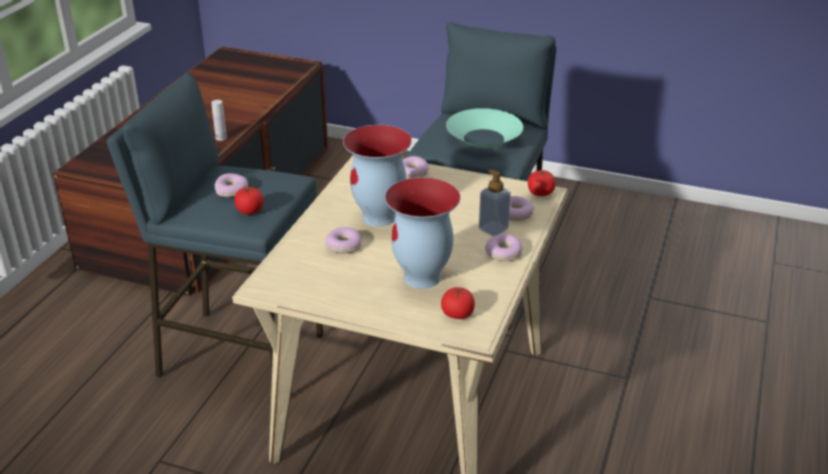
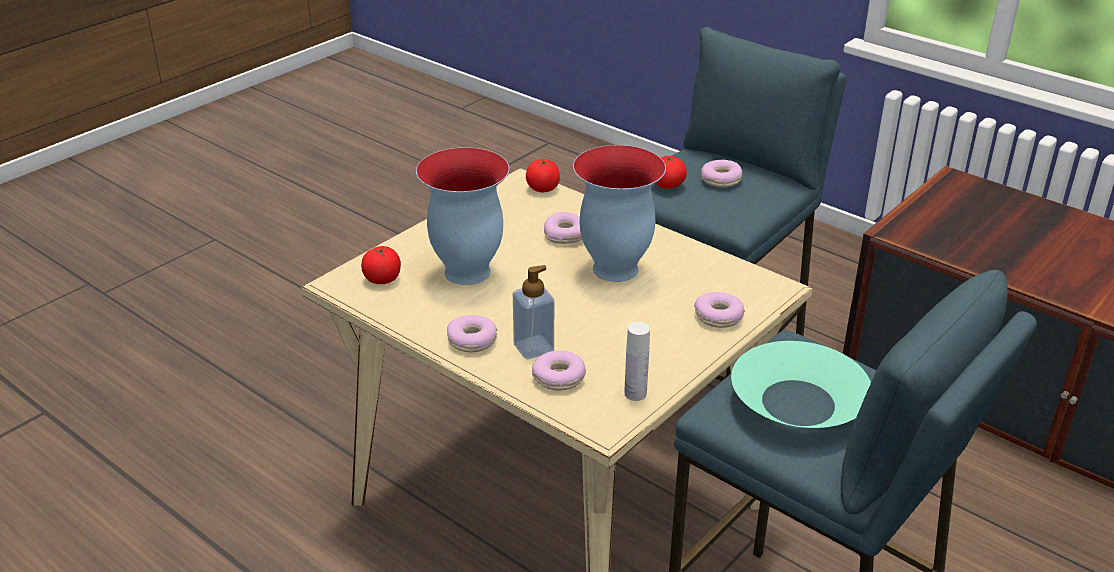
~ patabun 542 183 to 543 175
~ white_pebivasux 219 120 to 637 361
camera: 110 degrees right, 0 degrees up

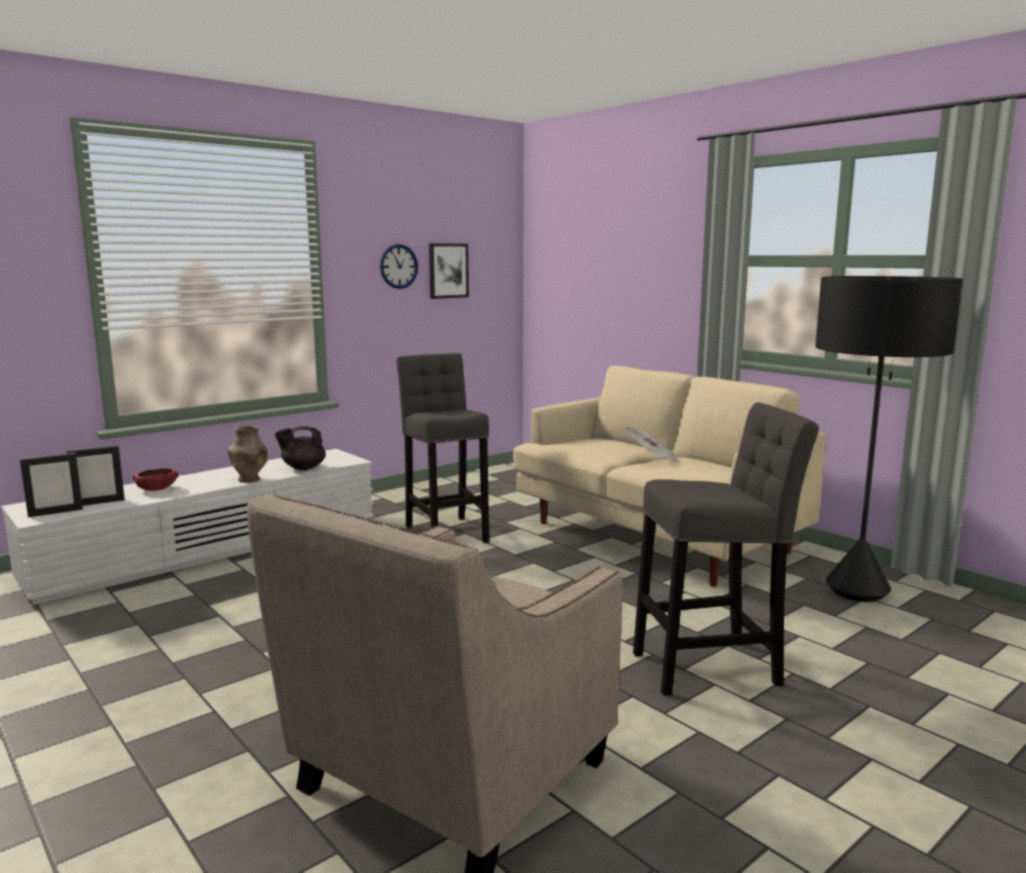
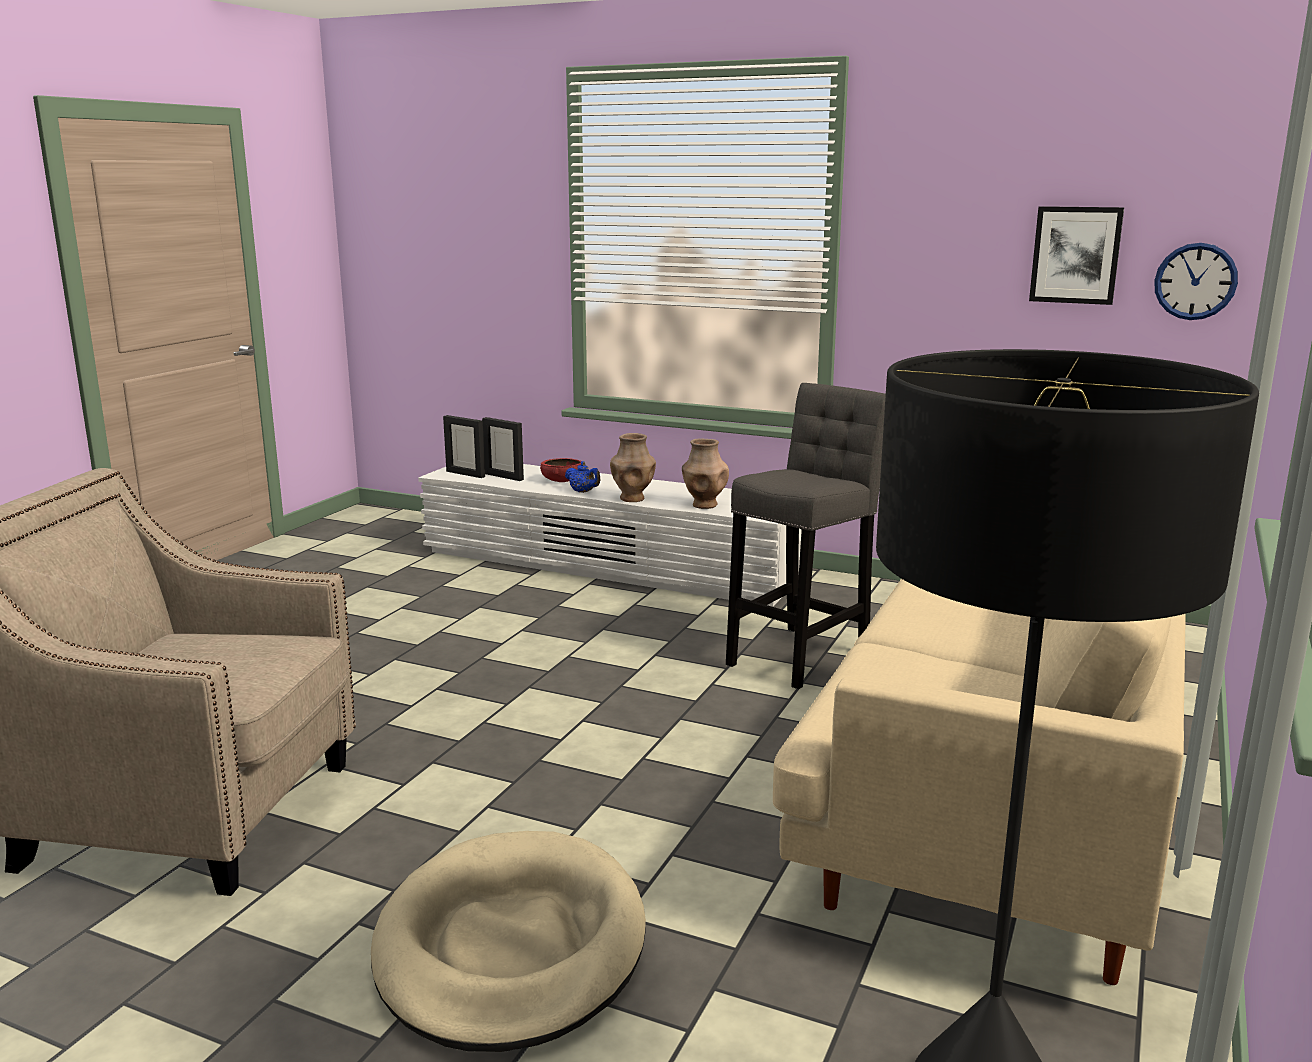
~ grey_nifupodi 726 549 to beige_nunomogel 508 941
+ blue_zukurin 582 477
~ black_zukurin 300 448 to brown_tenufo 705 474
~ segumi 399 266 to 1196 281
- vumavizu 653 445
camera: 65 degrees right, 5 degrees up

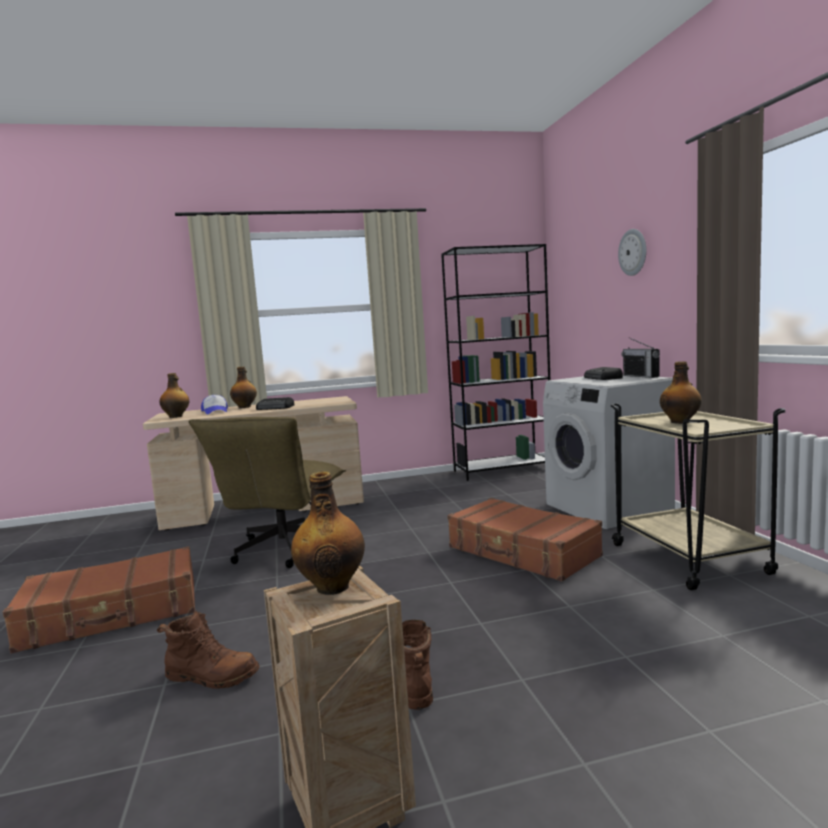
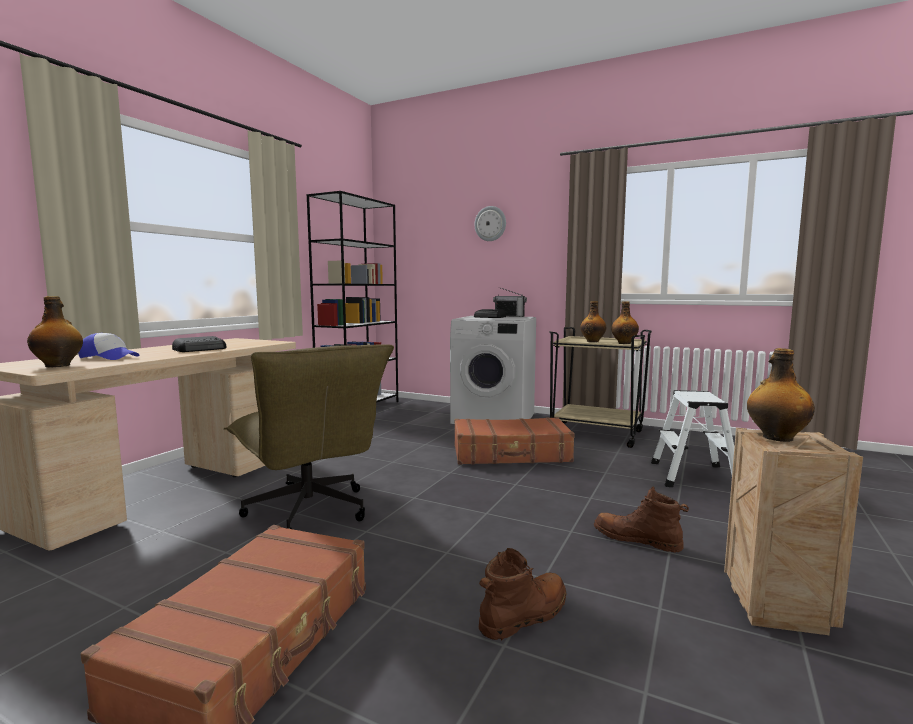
~ pebivasux 243 387 to 625 322
+ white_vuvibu 692 438
camera: 50 degrees left, 0 degrees up

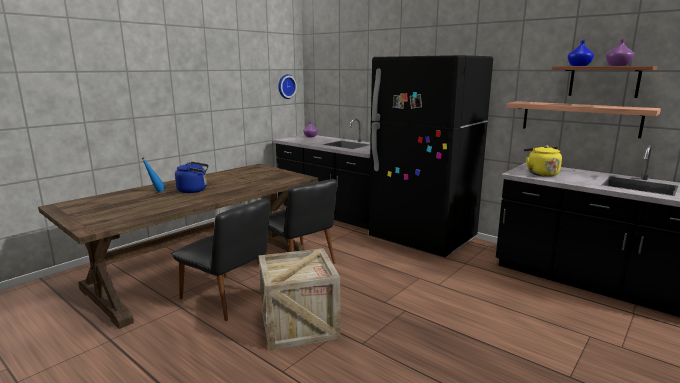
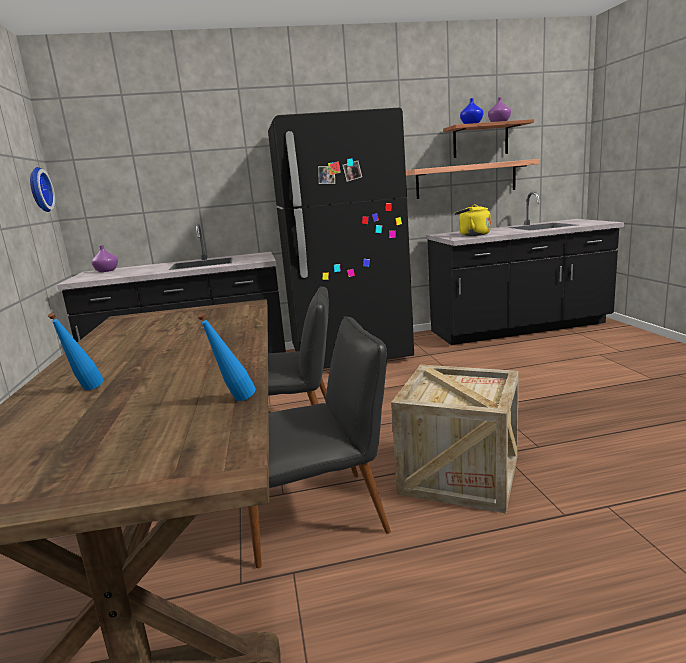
+ blue_pebivasux 226 357
- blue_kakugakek 192 177
camera: 50 degrees left, 0 degrees up

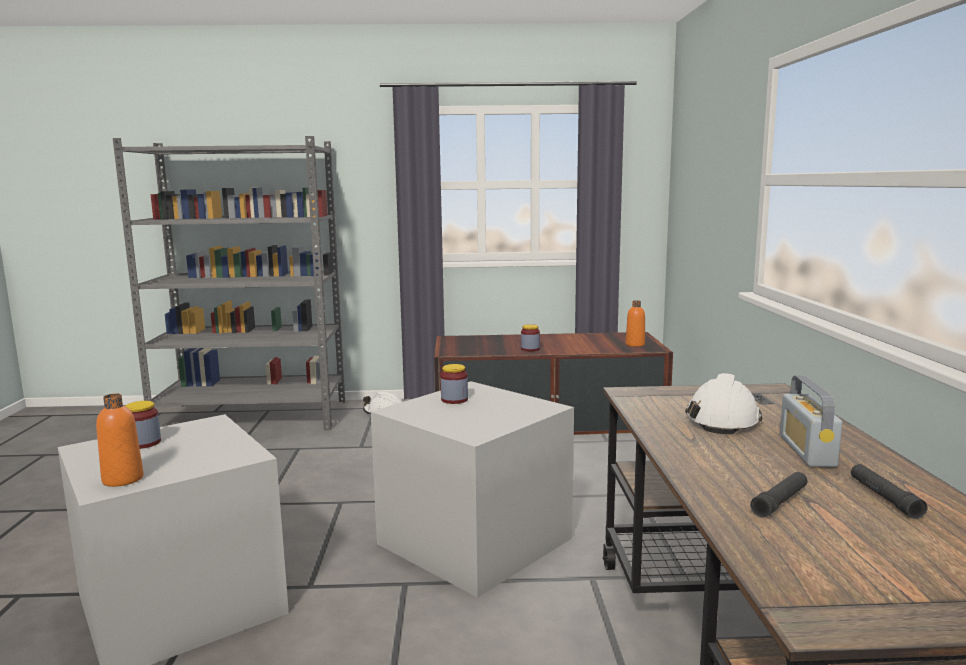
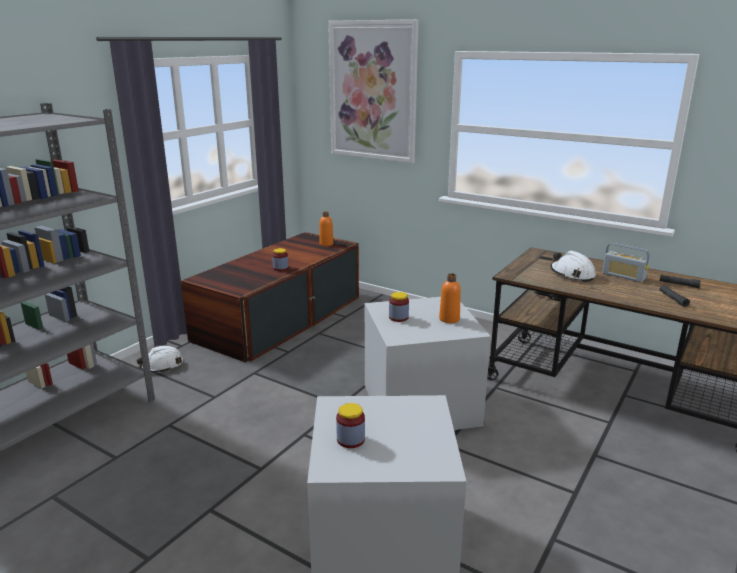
+ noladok 373 91
~ orange_pebivasux 120 440 to 450 298
camera: 55 degrees left, 10 degrees up

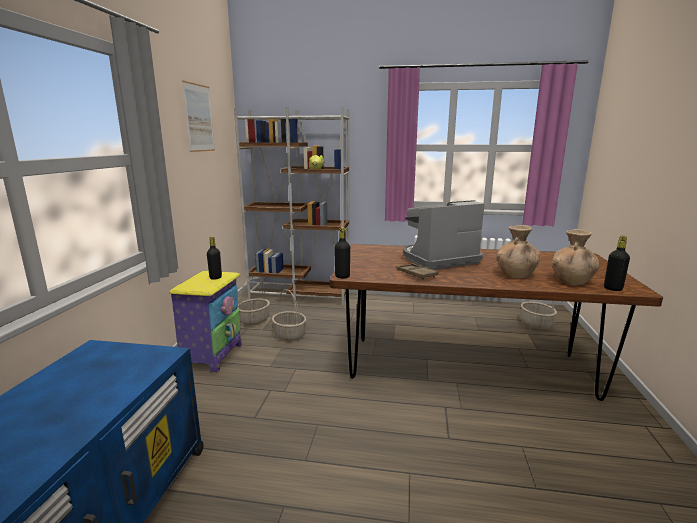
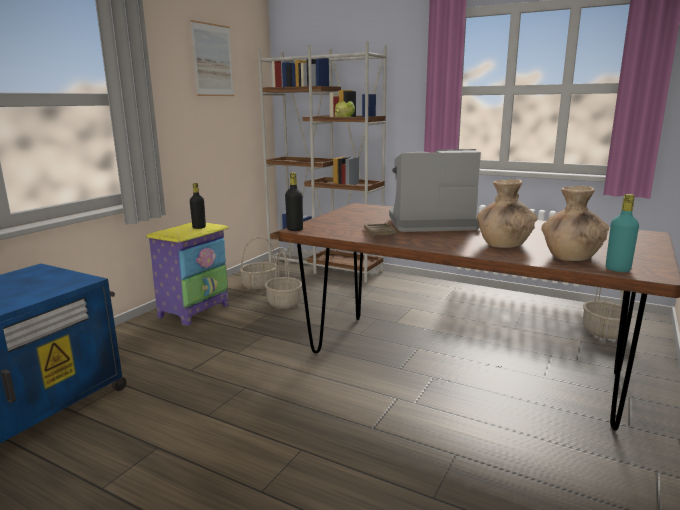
~ black_pebivasux 617 263 to turquoise_pebivasux 622 233
camera: 20 degrees right, 0 degrees up

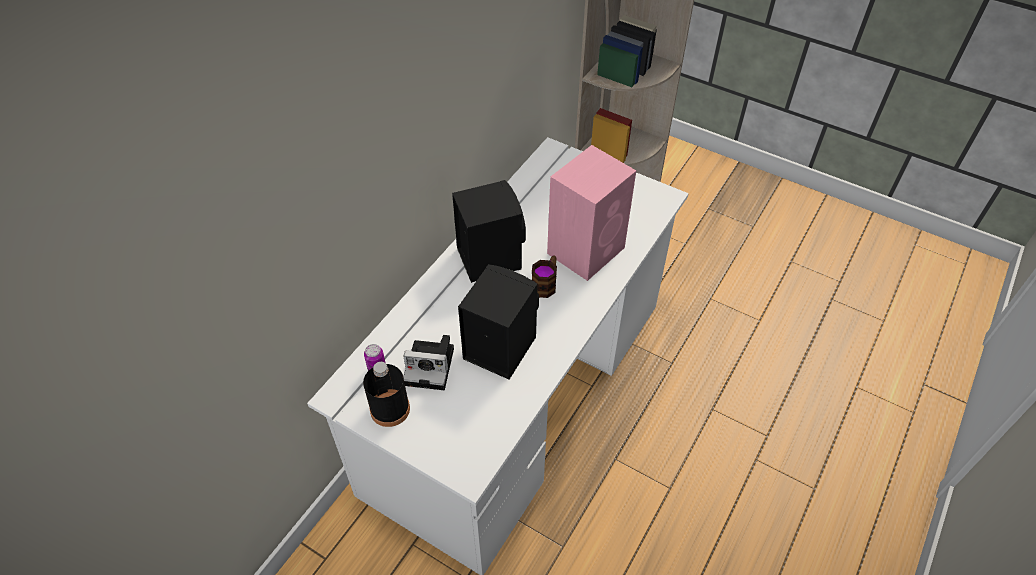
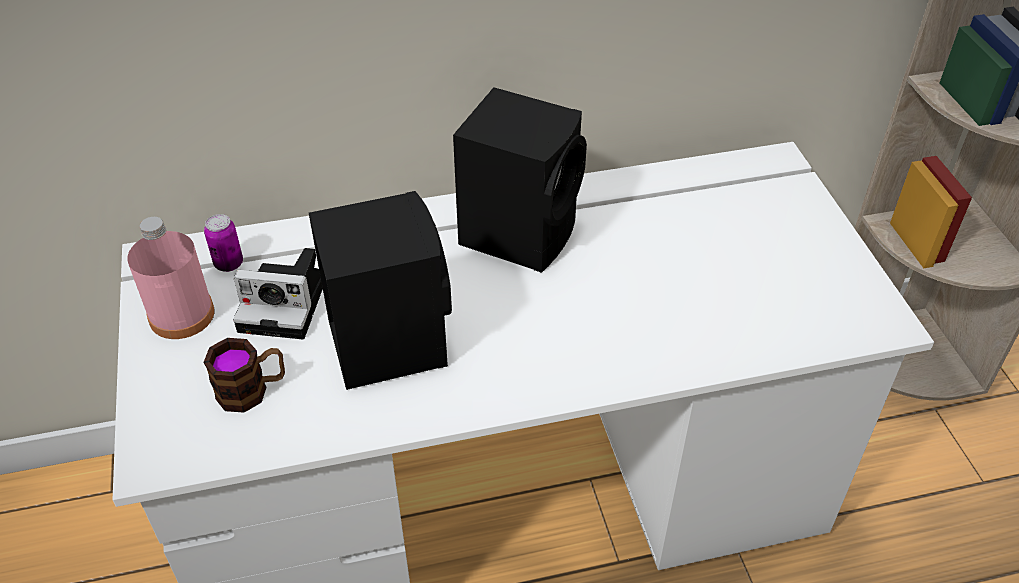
~ black_pebivasux 386 394 to pink_pebivasux 171 278
~ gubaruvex 544 276 to 244 375
~ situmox 428 362 = 278 293 45 degrees counterclockwise
- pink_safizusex 591 213
camera: 45 degrees right, 5 degrees down

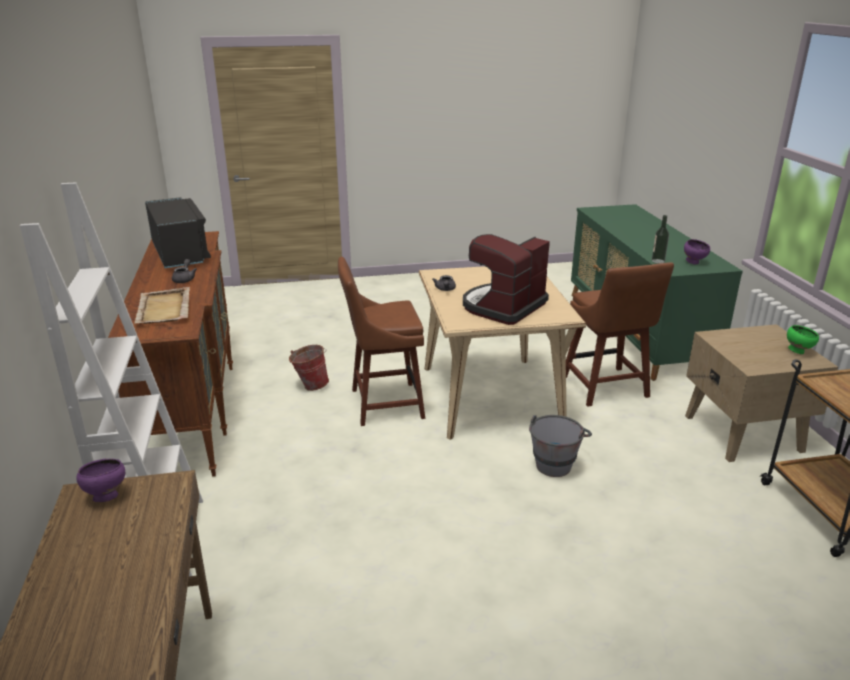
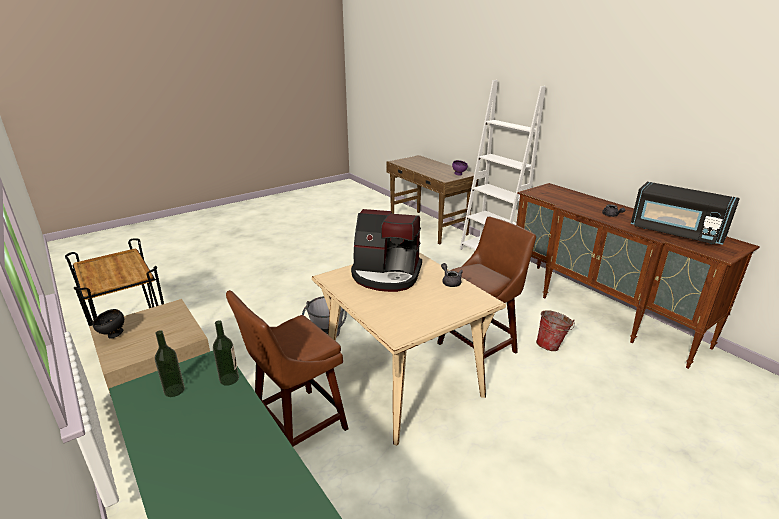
~ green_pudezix 803 339 to black_pudezix 108 324
~ purple_pudezix 697 251 to pebivasux 170 363
~ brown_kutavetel 620 334 = 287 368 90 degrees counterclockwise
~ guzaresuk 506 279 = 386 250 90 degrees clockwise
- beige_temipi 162 305
camera: 155 degrees right, 0 degrees up

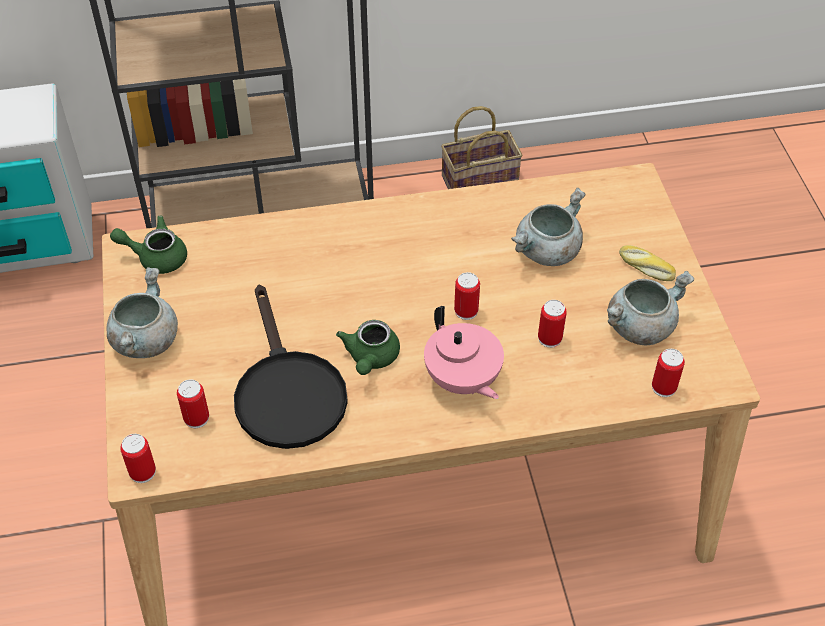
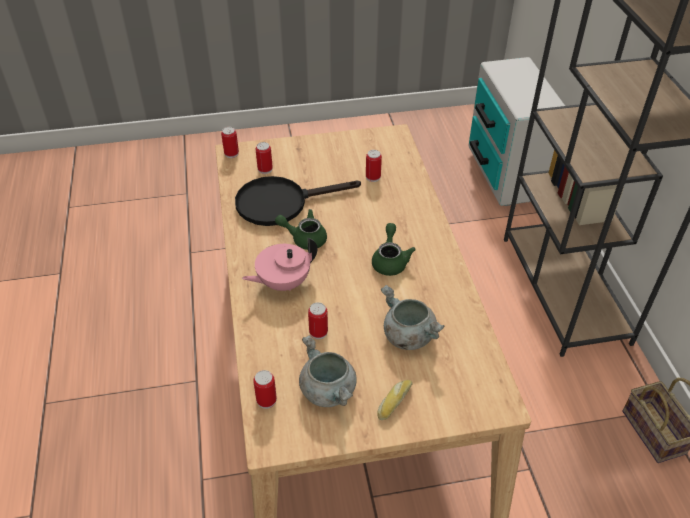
~ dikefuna 467 296 to 374 166
~ green_zukurin 148 245 to 394 249
- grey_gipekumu 142 312
camera: 90 degrees right, 5 degrees down

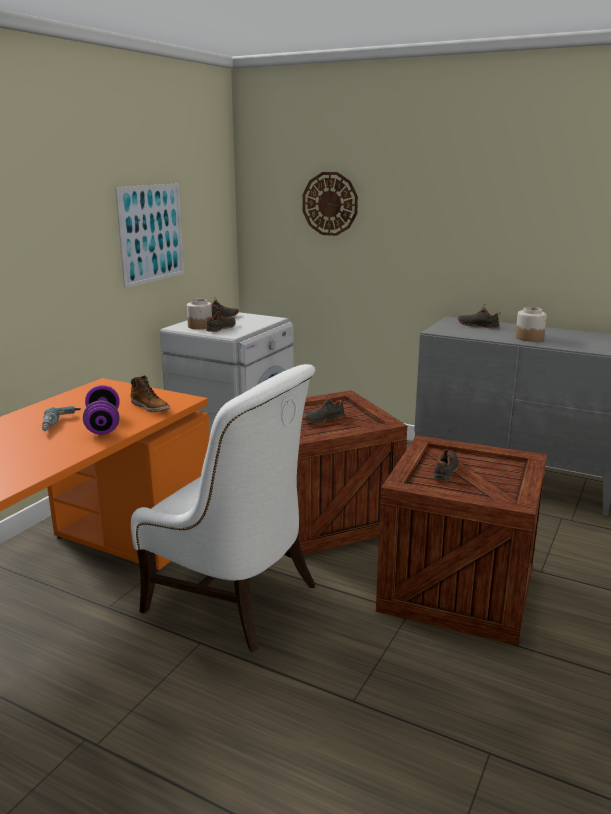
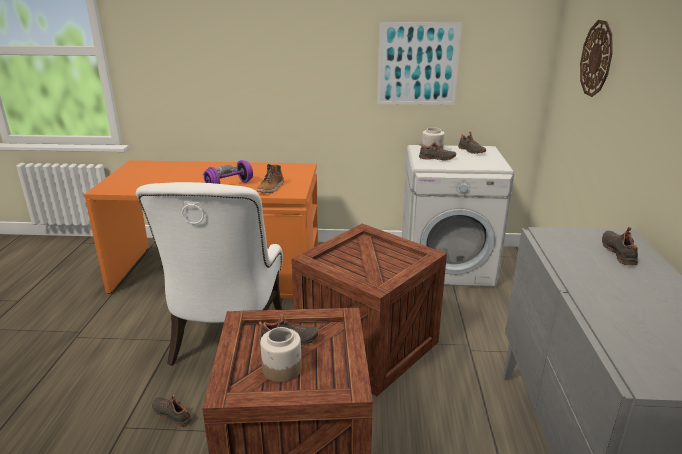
~ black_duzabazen 323 409 to 172 411
~ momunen 531 324 to 281 355
camera: 65 degrees right, 5 degrees up

